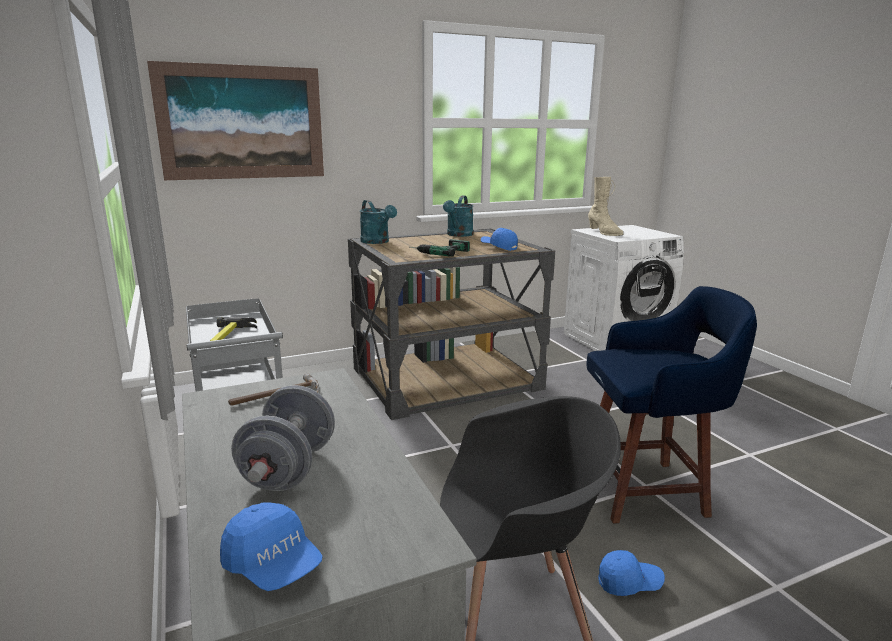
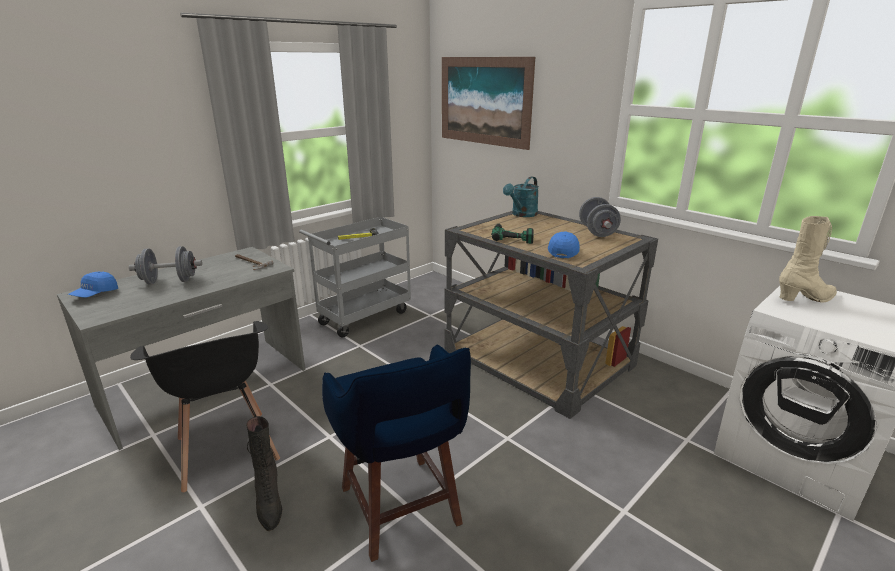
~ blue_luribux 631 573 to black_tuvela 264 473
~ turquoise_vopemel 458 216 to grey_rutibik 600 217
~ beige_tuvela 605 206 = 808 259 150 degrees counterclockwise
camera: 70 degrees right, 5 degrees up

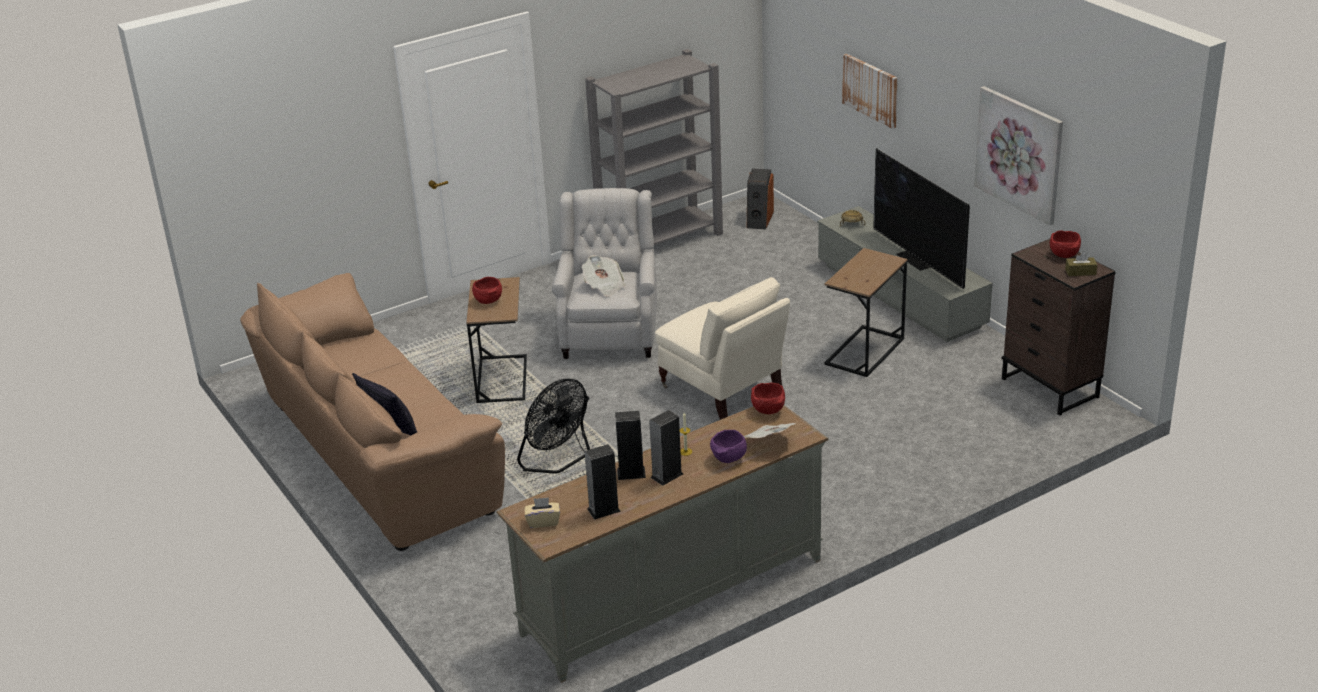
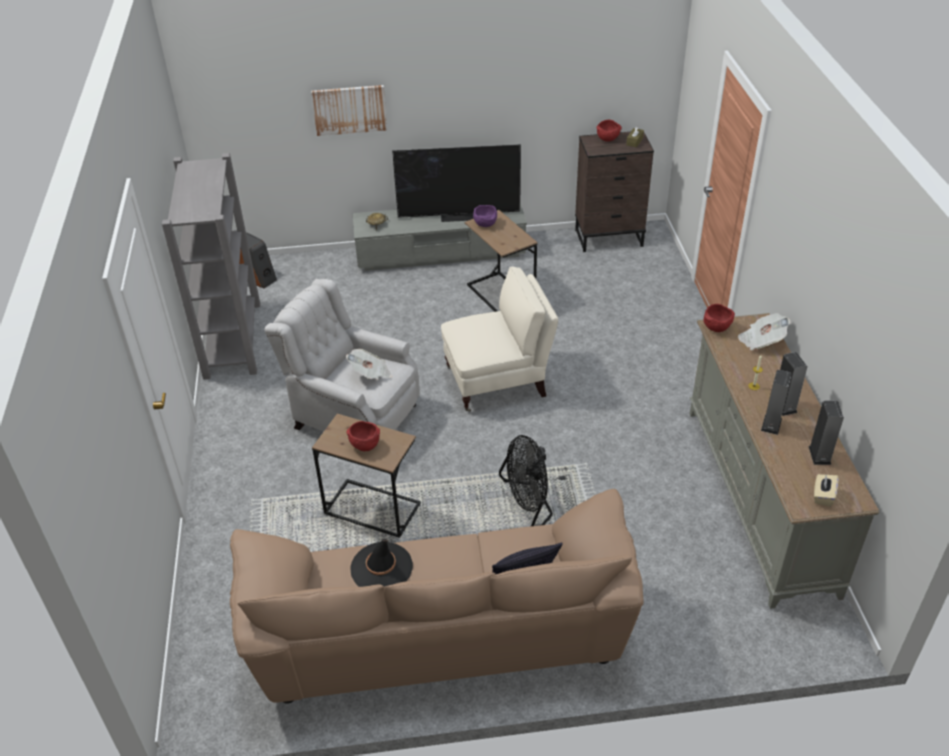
+ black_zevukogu 382 563
~ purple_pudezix 728 446 to 485 216
- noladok 1018 155
camera: 65 degrees left, 10 degrees up

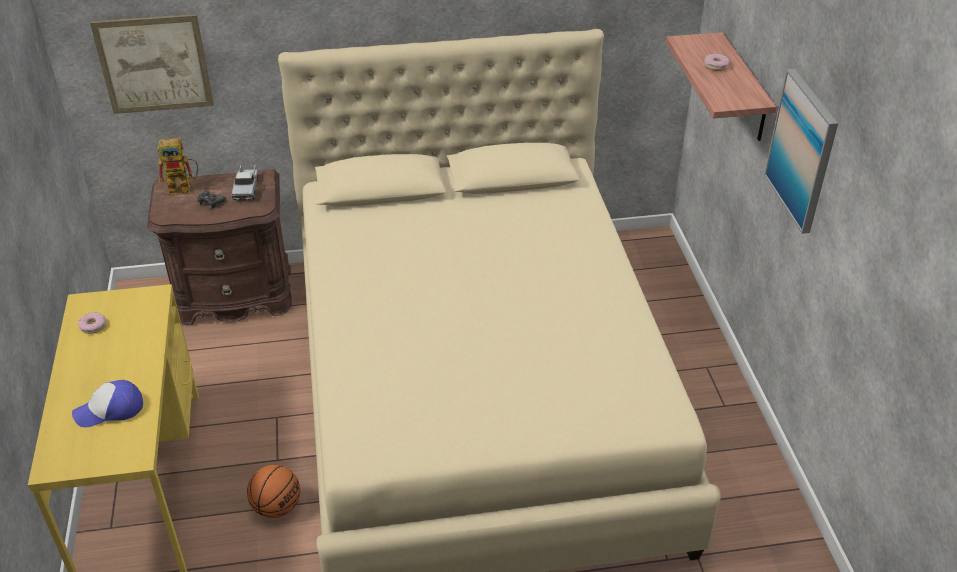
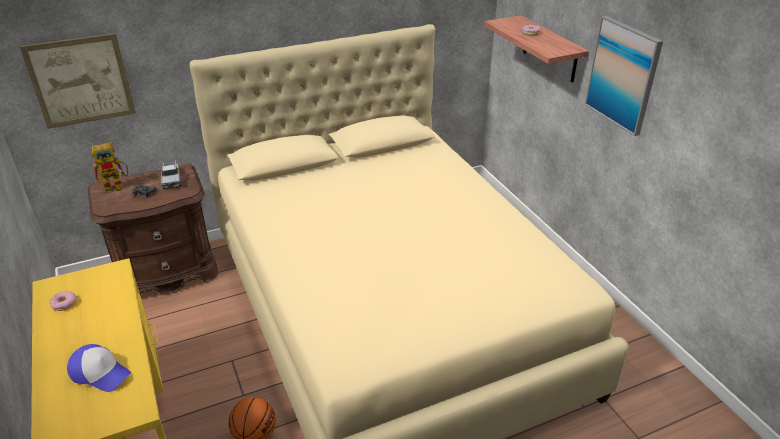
~ luribux 107 403 = 99 368 120 degrees counterclockwise
camera: 15 degrees left, 5 degrees down

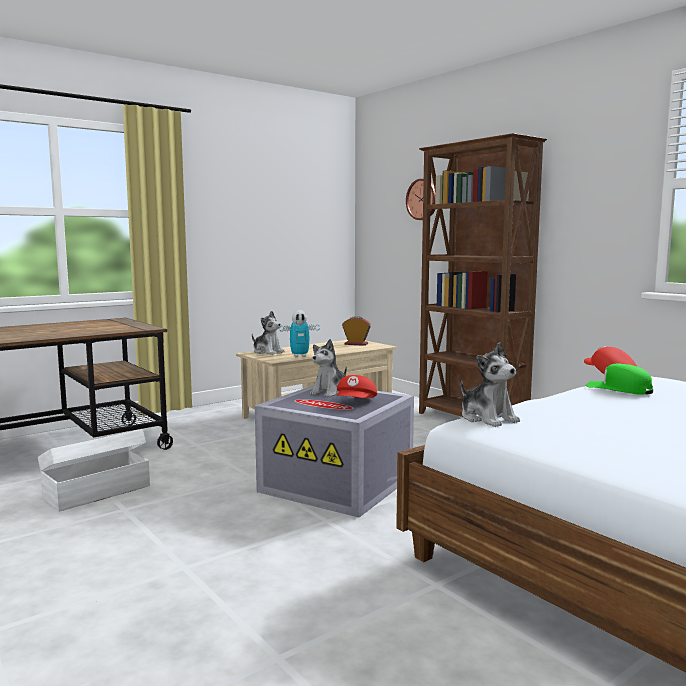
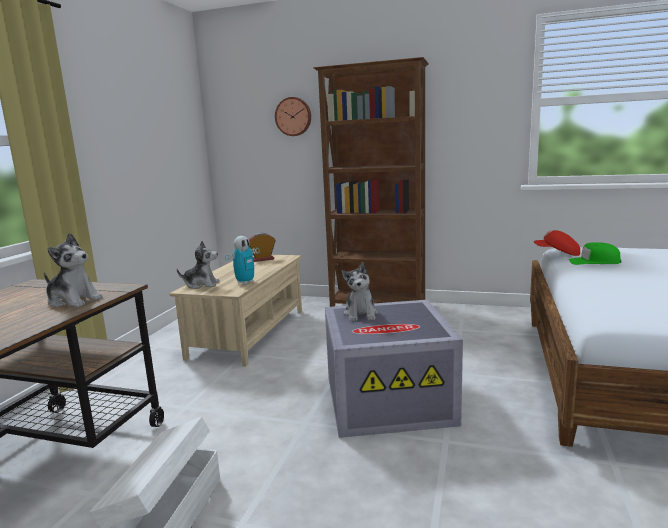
~ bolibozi 490 384 to 73 270
- red_luribux 357 386
camera: 35 degrees left, 5 degrees up

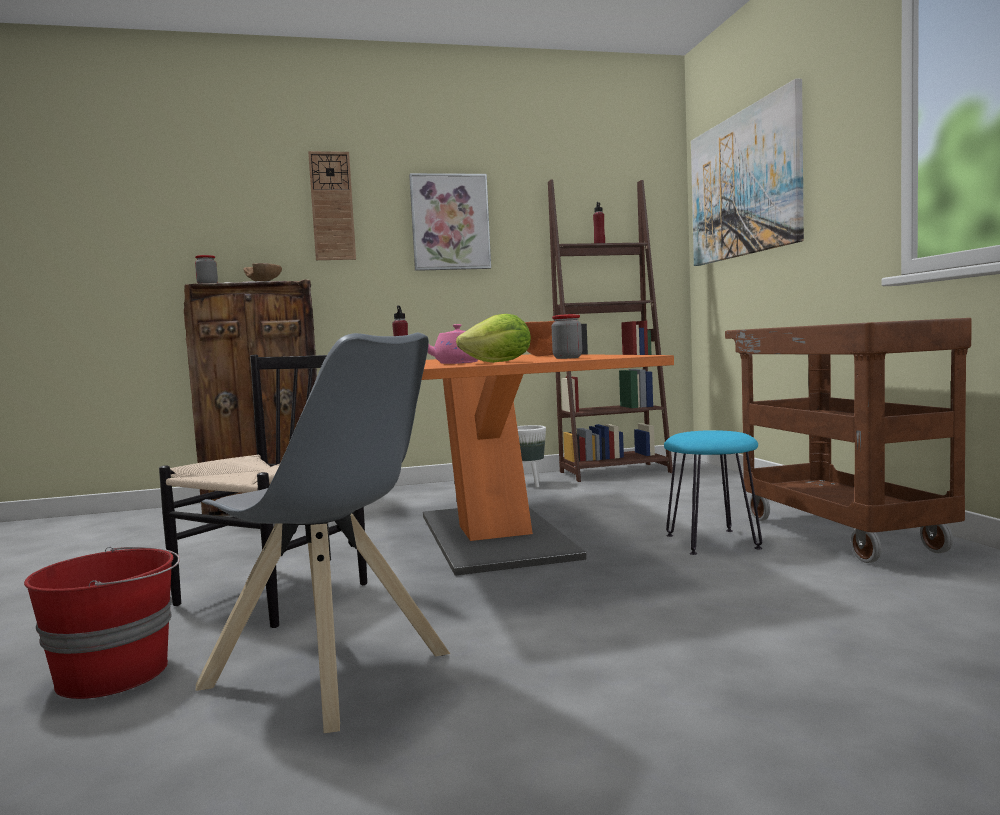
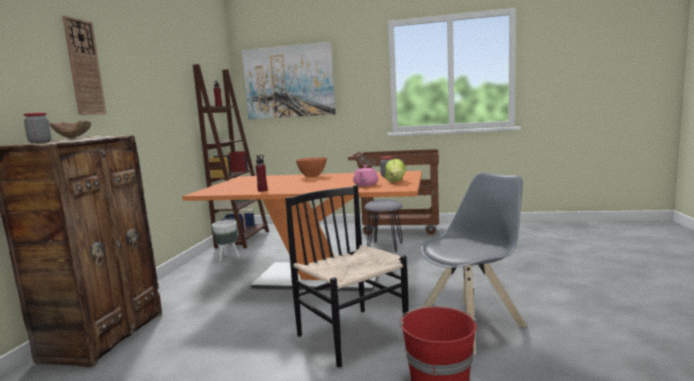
~ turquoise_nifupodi 713 492 to grey_nifupodi 383 225
- noladok 450 222
camera: 65 degrees left, 5 degrees up

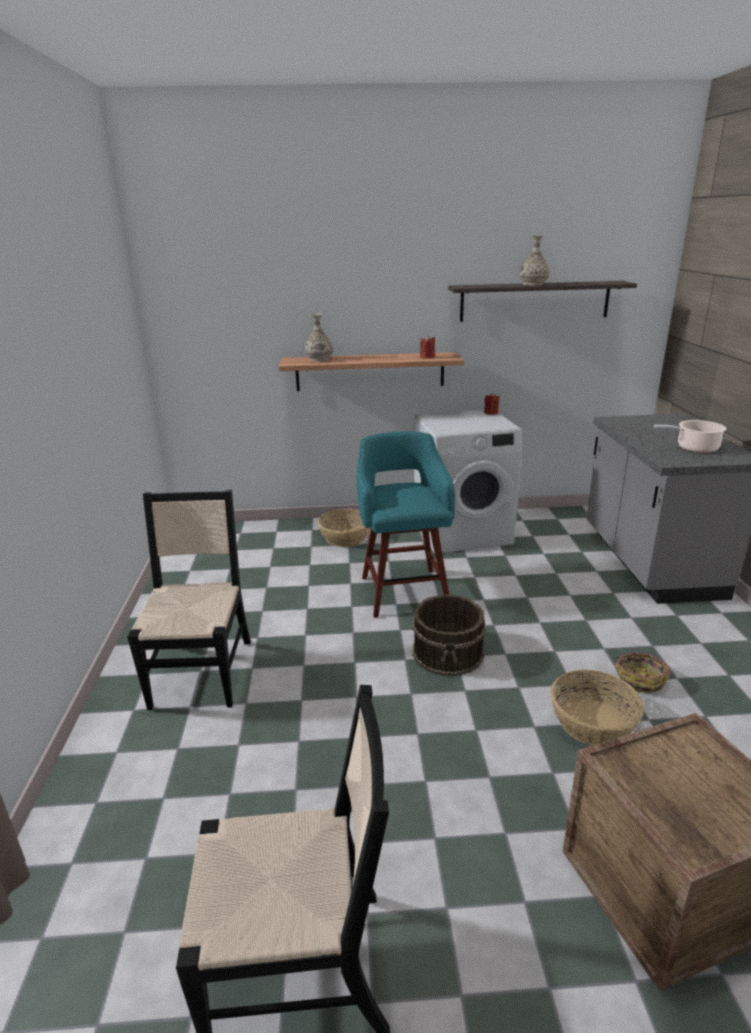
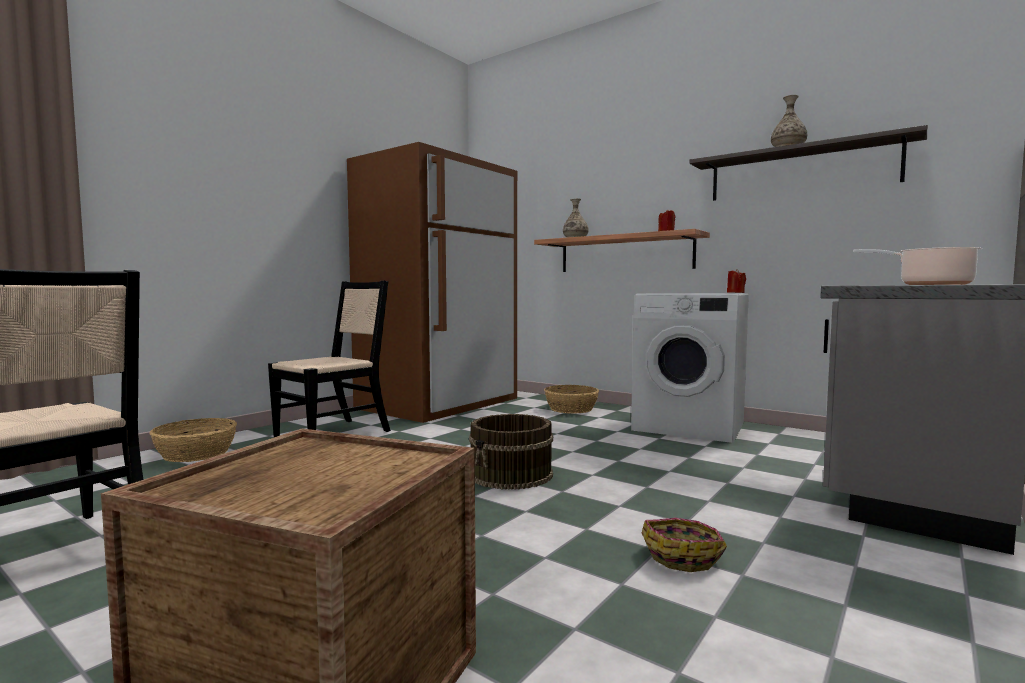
~ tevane 597 707 to 193 440
+ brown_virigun 432 282
- turquoise_nifupodi 406 524
camera: 40 degrees right, 20 degrees down

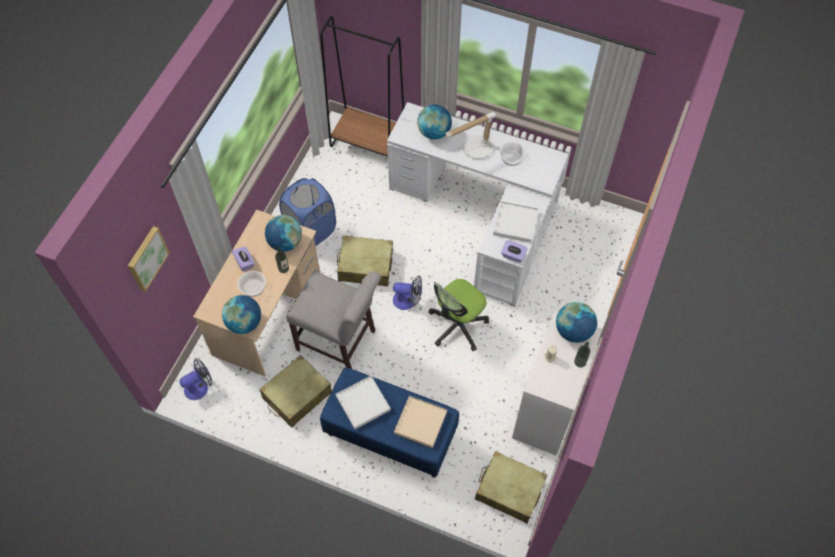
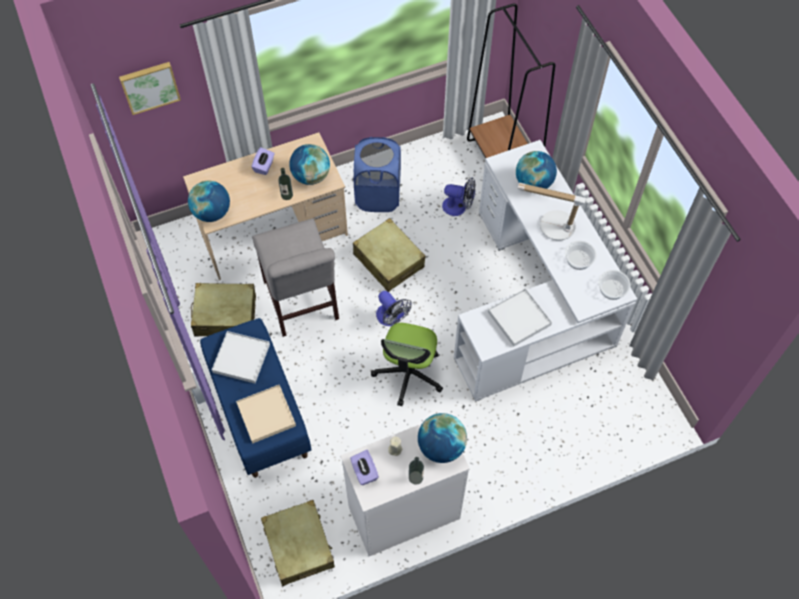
~ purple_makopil 514 251 to 364 467
~ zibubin 458 315 = 407 364 75 degrees counterclockwise
~ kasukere 196 379 to 458 196
~ pudezix 252 284 to 614 285
camera: 45 degrees right, 0 degrees up

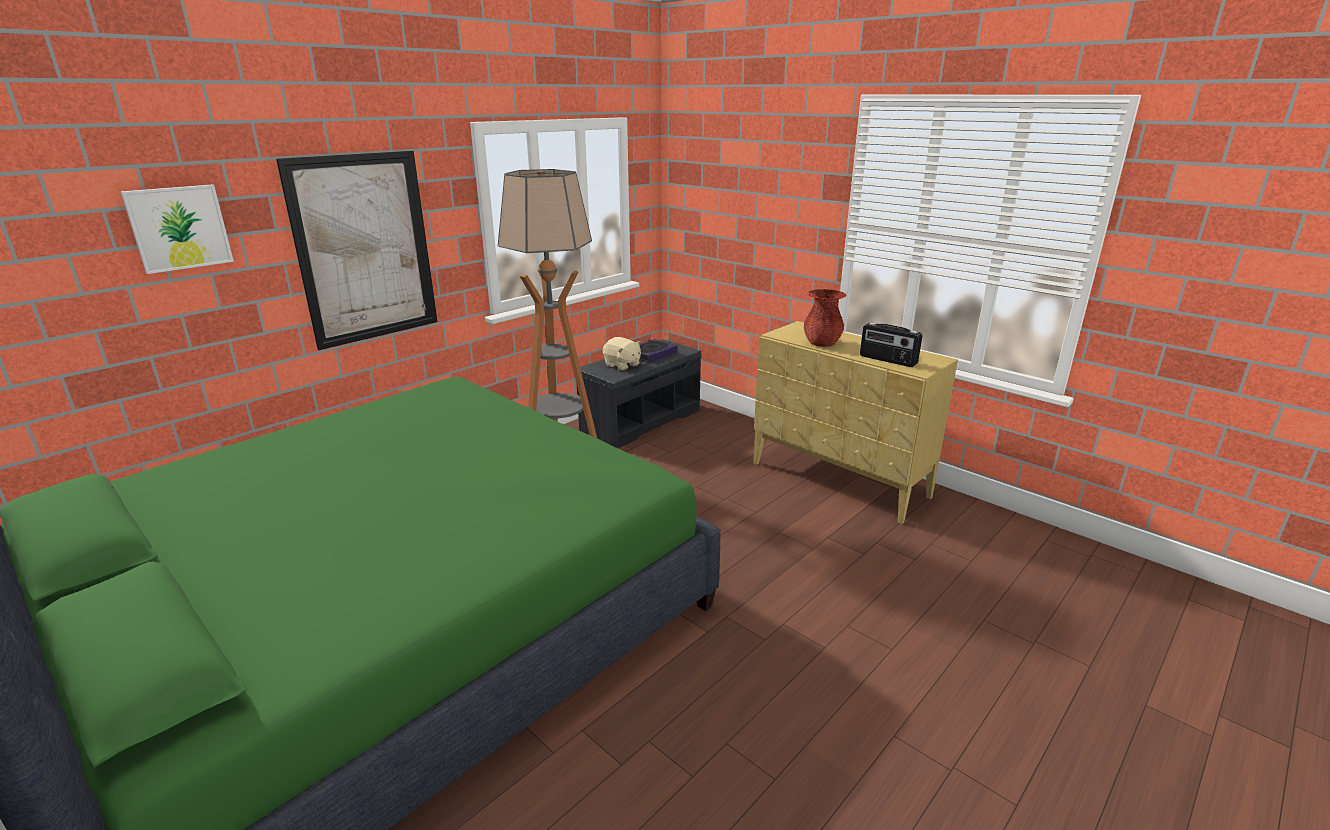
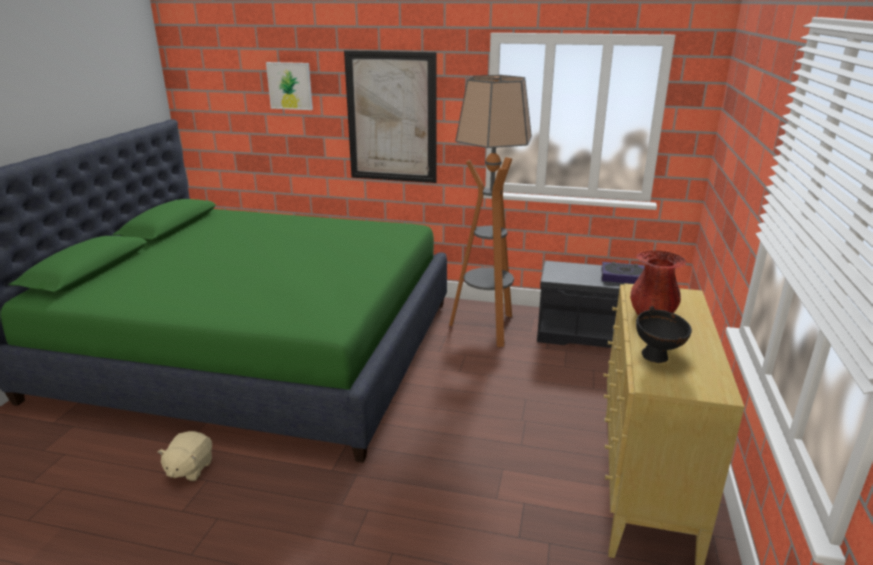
~ beige_bolibozi 622 354 to 184 456
~ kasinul 891 345 to black_pudezix 664 334
camera: 60 degrees right, 0 degrees up

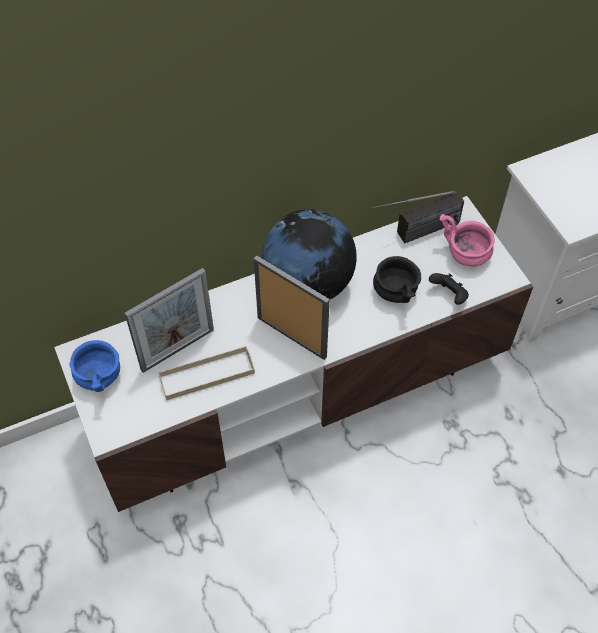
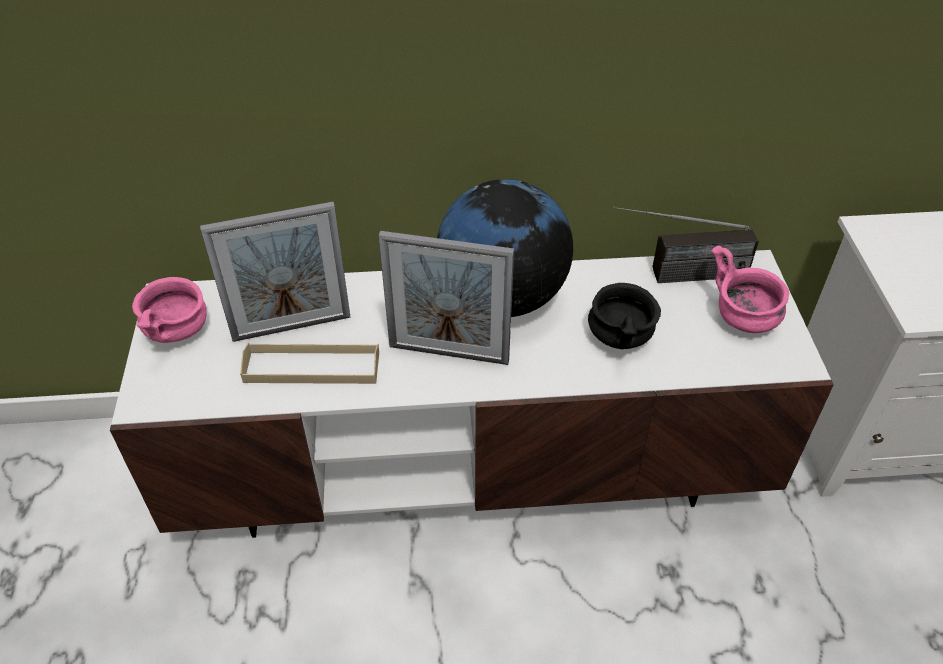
~ blue_pudezix 94 366 to pink_pudezix 169 310
~ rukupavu 292 307 = 446 298 135 degrees clockwise
- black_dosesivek 449 289
camera: 20 degrees right, 10 degrees down

